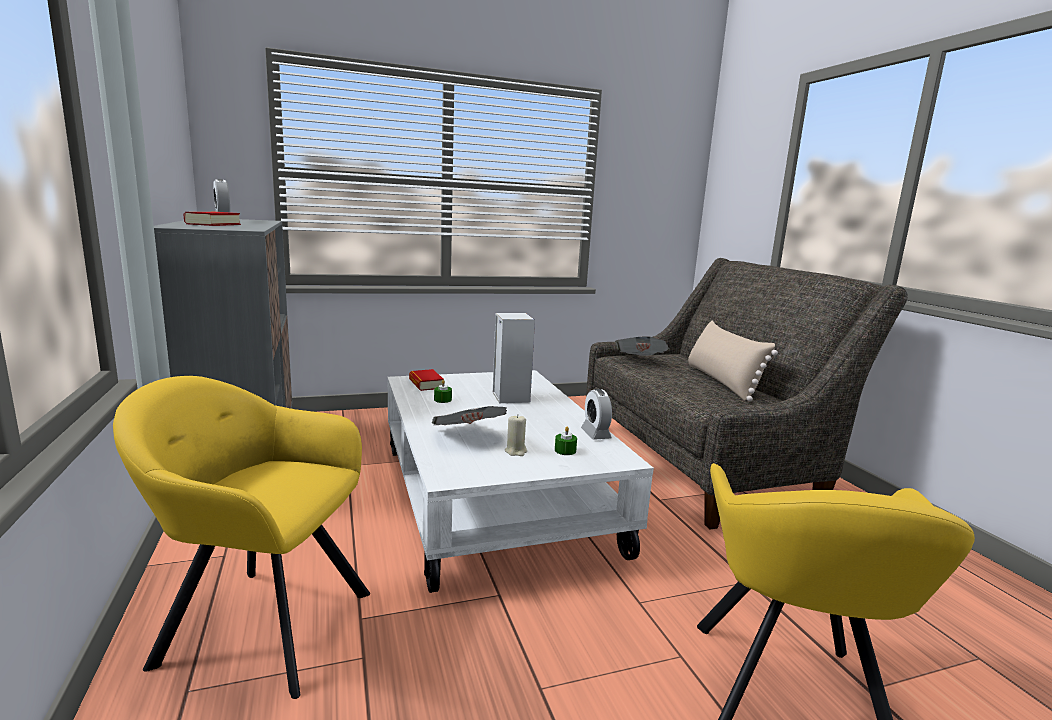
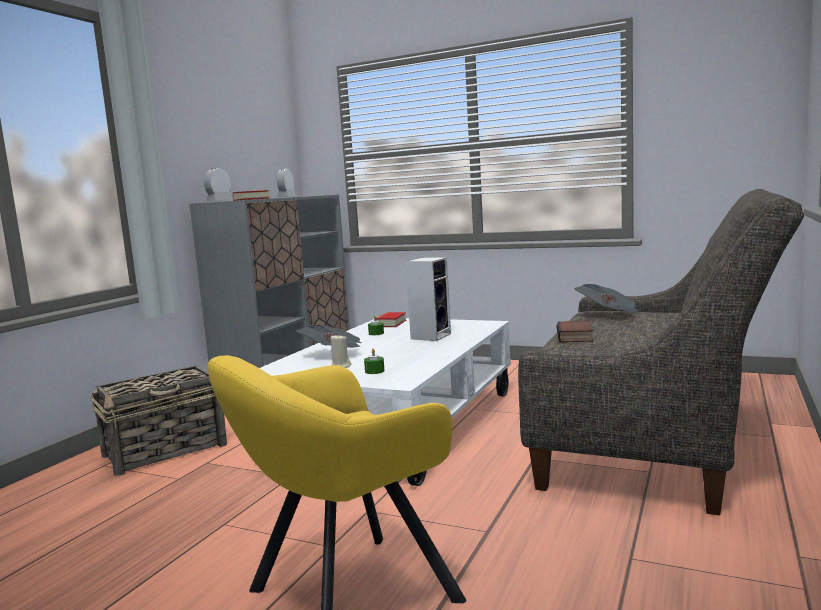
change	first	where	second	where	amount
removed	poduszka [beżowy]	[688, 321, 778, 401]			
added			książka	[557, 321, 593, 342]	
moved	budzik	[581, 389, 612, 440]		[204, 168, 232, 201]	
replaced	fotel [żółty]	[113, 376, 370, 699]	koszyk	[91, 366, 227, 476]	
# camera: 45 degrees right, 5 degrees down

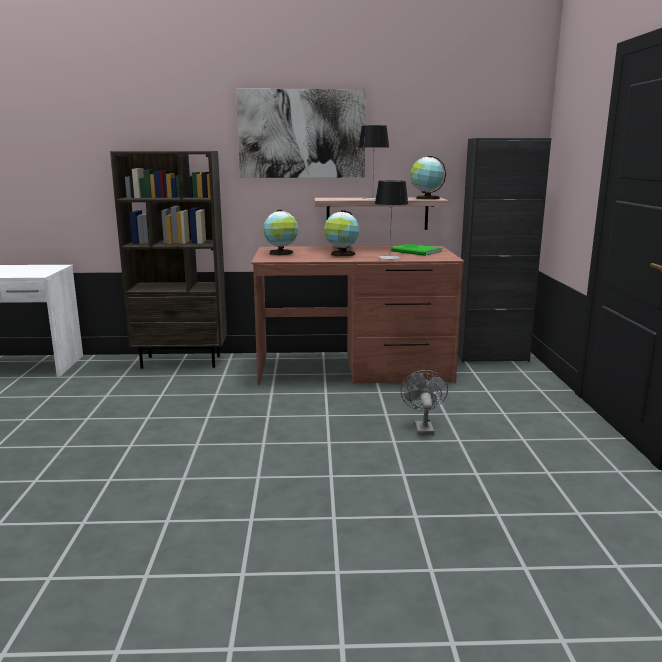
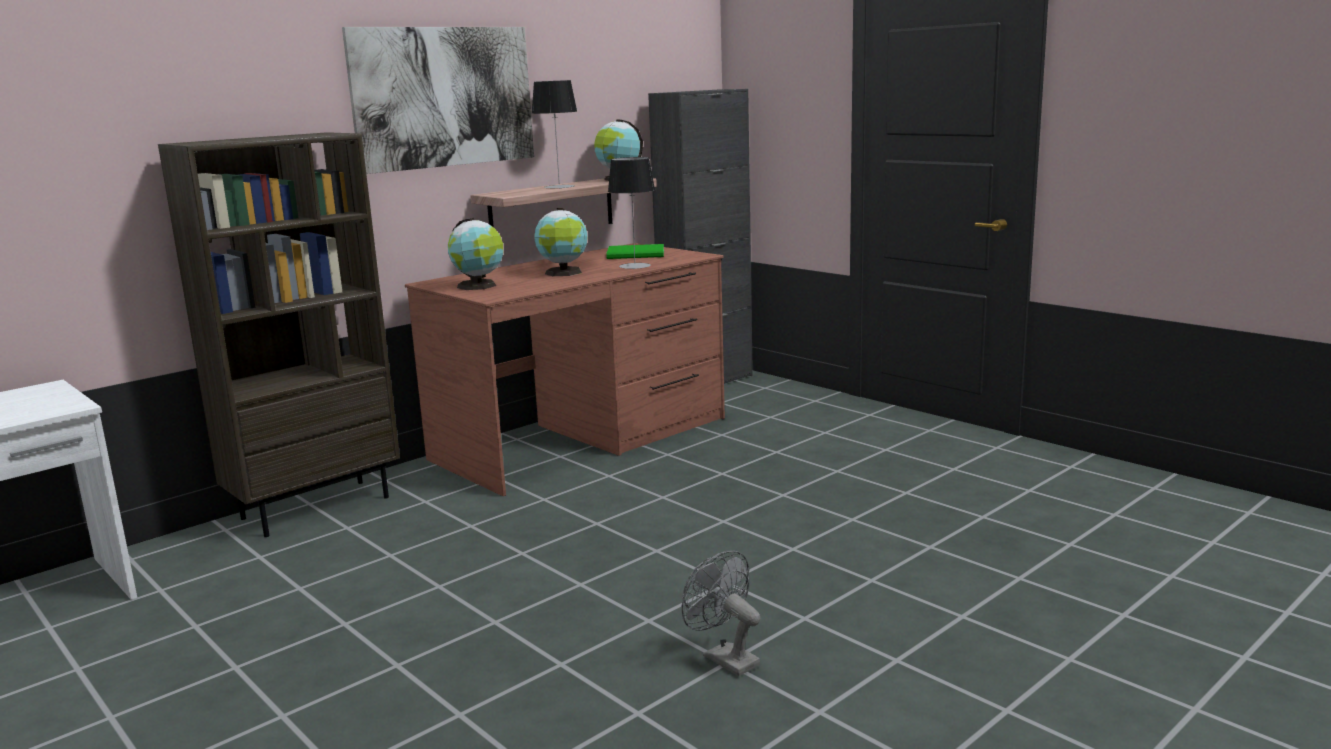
change	first	where	second	where	amount
moved	wentylator [szary]	[401, 370, 448, 435]		[682, 551, 761, 676]	
# camera: 40 degrees left, 0 degrees up

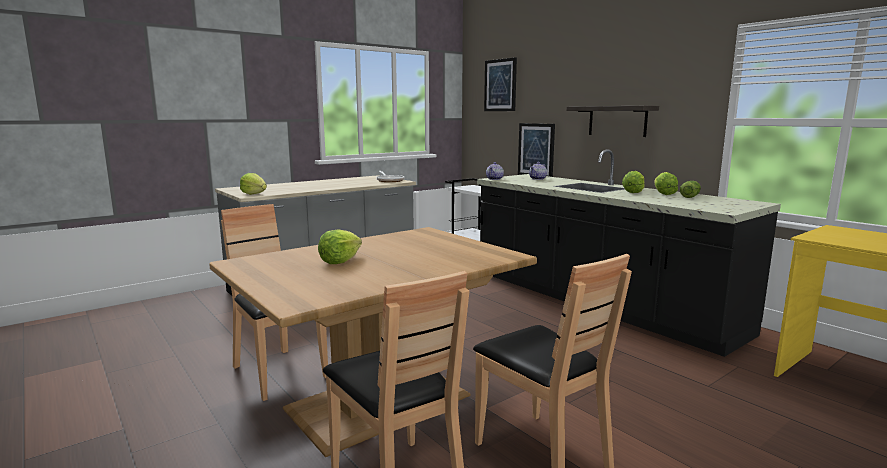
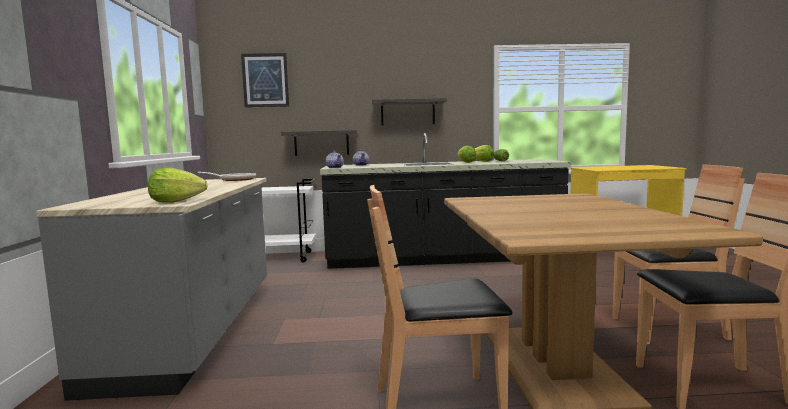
change	first	where	second	where	amount
removed	sałata	[318, 229, 362, 264]			
replaced	obraz	[518, 123, 555, 177]	półka	[281, 130, 357, 156]	
# camera: 55 degrees left, 5 degrees down

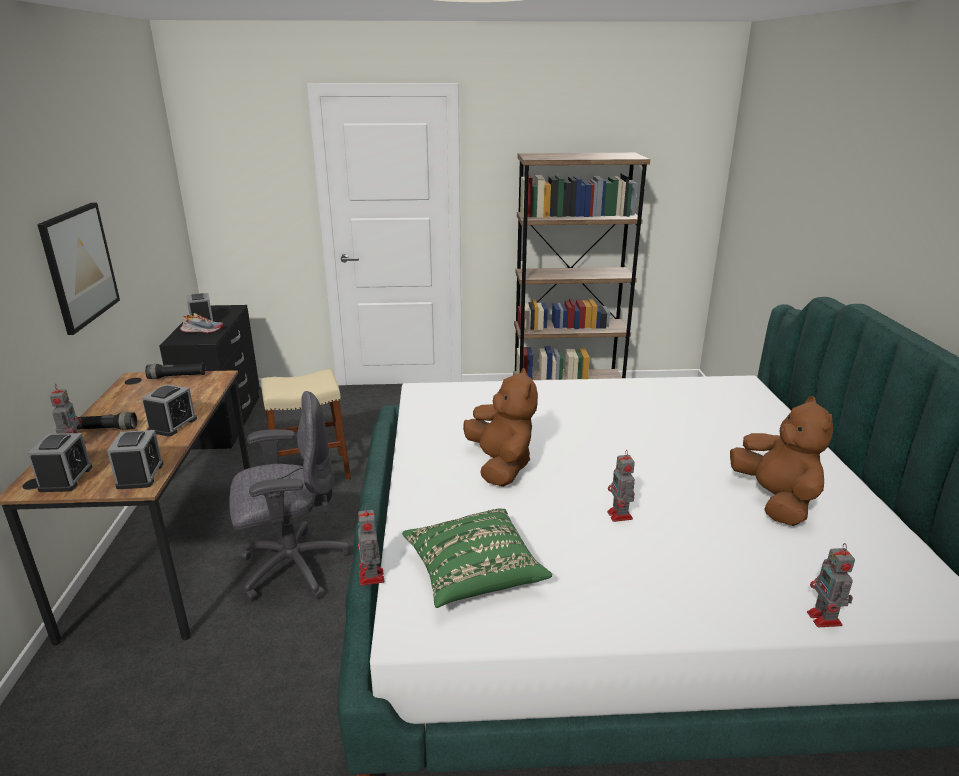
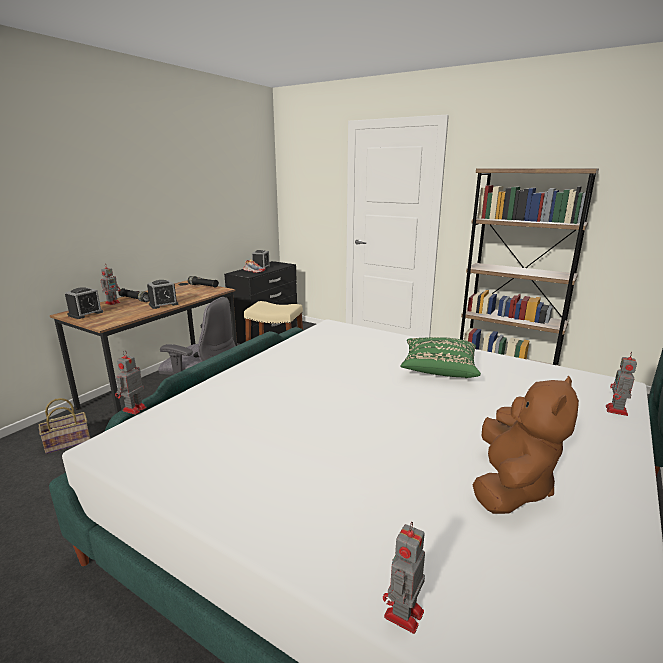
change	first	where	second	where	amount
removed	obraz	[37, 202, 120, 335]			
removed	budzik	[107, 430, 163, 489]			
removed	pluszak [brązowy]	[463, 368, 538, 487]			
added			koszyk	[39, 398, 90, 454]	
moved	poduszka [zielony]	[402, 508, 552, 608]		[400, 337, 481, 378]	
moved	robot zabawkowy	[607, 450, 635, 522]		[606, 352, 637, 416]	
# camera: 35 degrees right, 5 degrees down

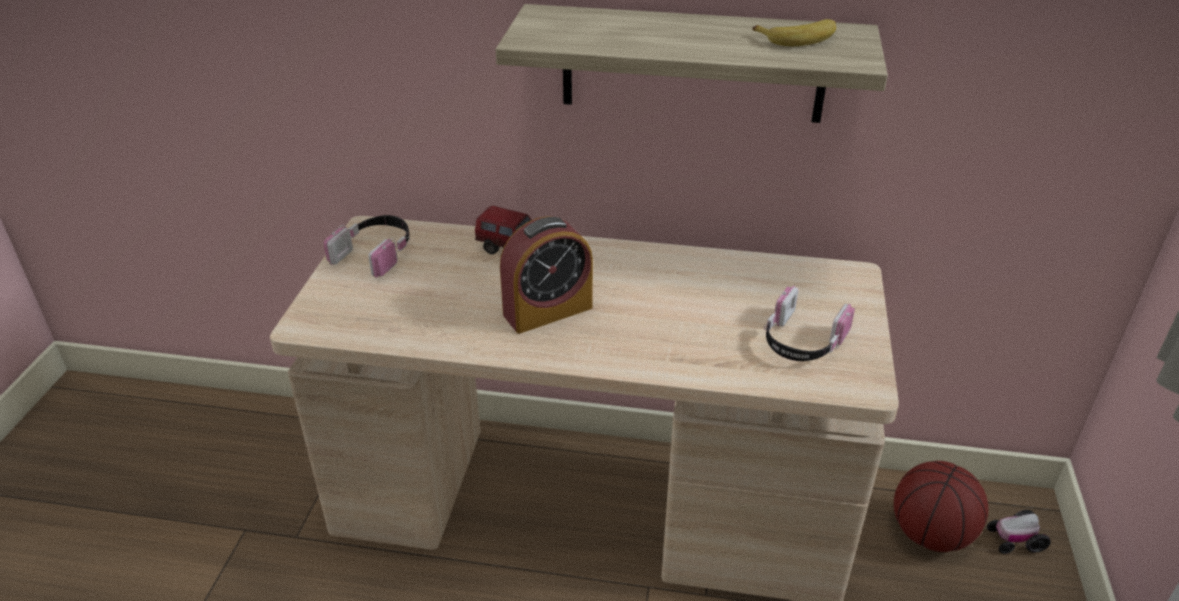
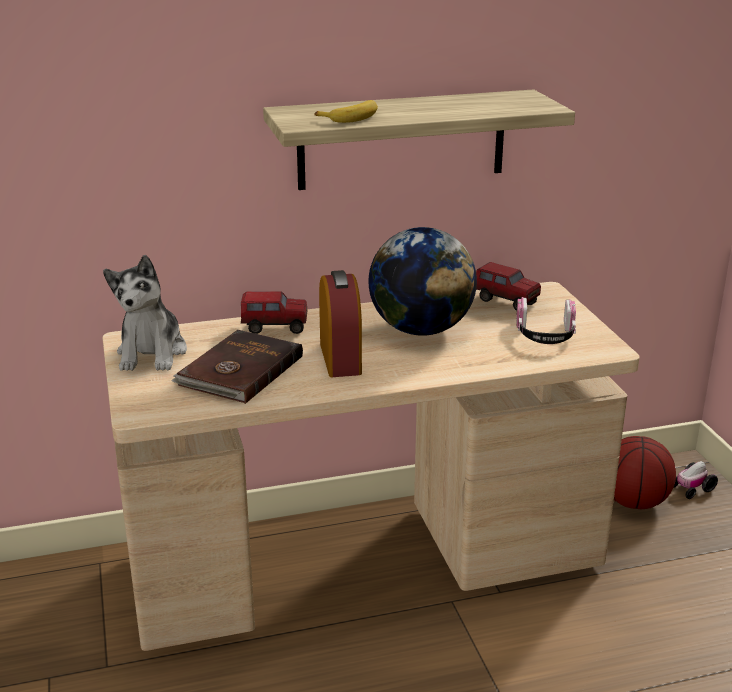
change	first	where	second	where	amount
added			książka [brązowy]	[171, 330, 303, 404]	
added			globus	[368, 227, 477, 336]	
added			ciężarówka zabawkowa	[476, 262, 541, 311]	
moved	banan	[752, 19, 836, 46]		[314, 100, 378, 123]	
replaced	słuchawki	[324, 215, 410, 278]	pluszak	[103, 255, 187, 371]	
turned	budzik	[500, 216, 593, 333]		[319, 270, 362, 377]	45 degrees counterclockwise
# camera: 25 degrees left, 10 degrees down

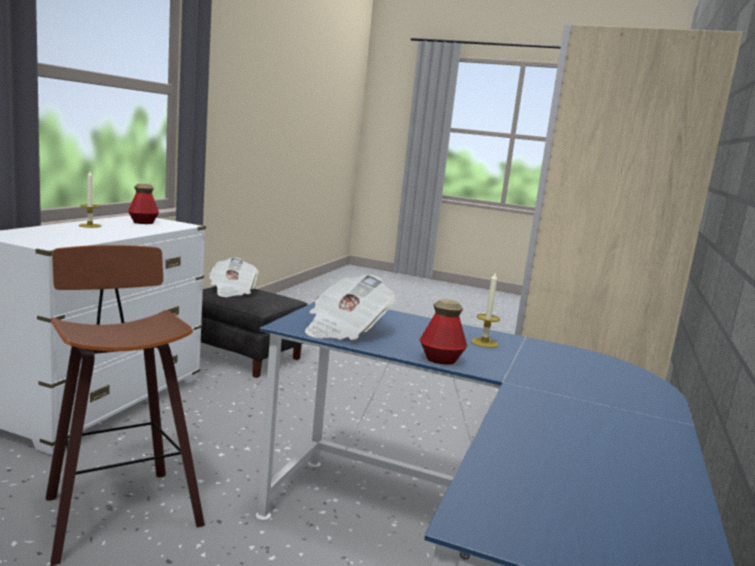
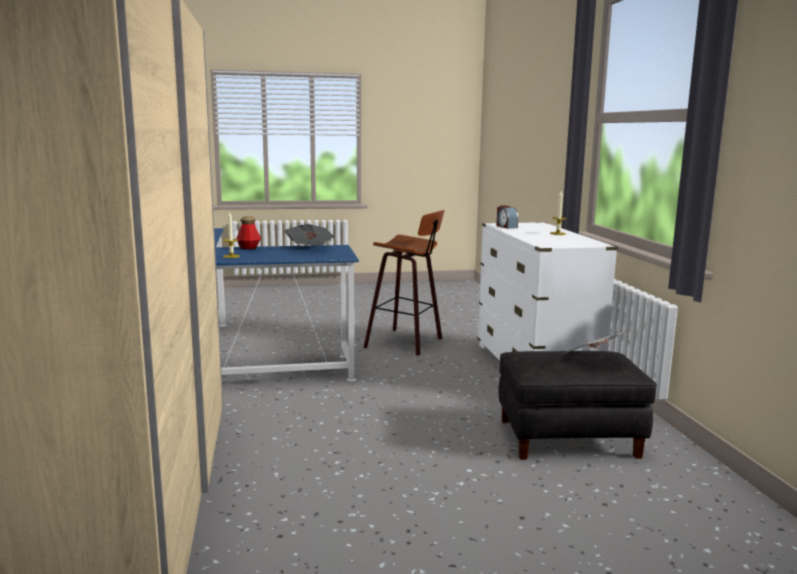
change	first	where	second	where	amount
removed	butelka	[128, 184, 159, 224]			
added			budzik	[497, 205, 518, 229]	
# camera: 150 degrees right, 0 degrees up

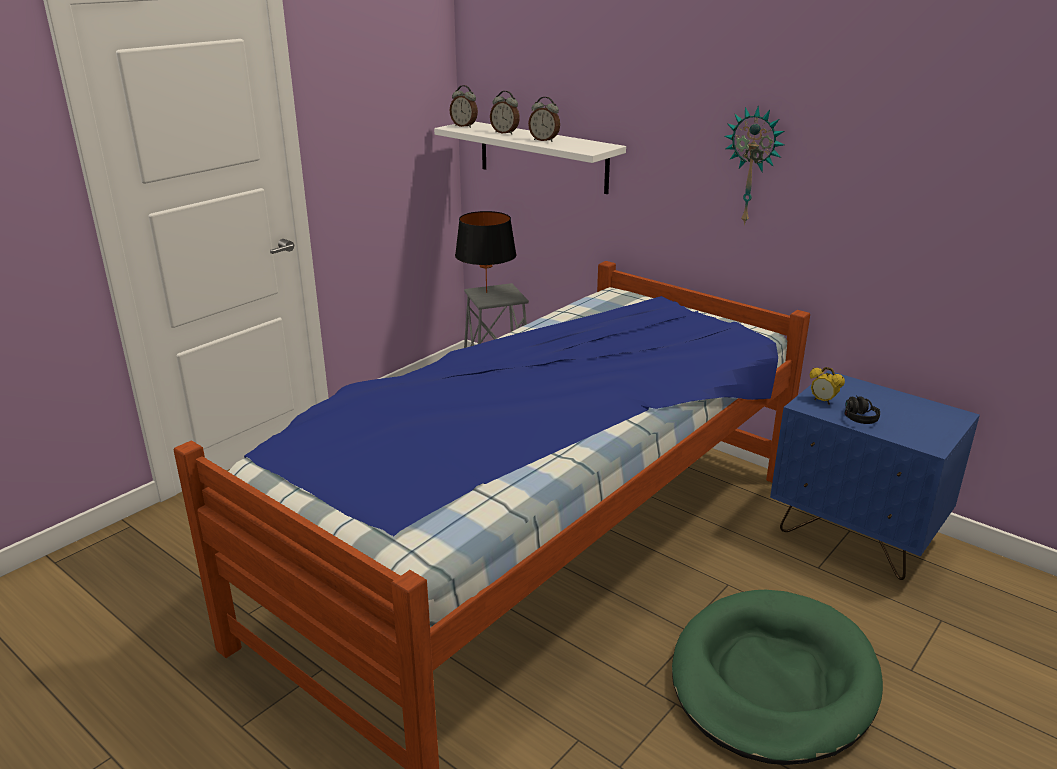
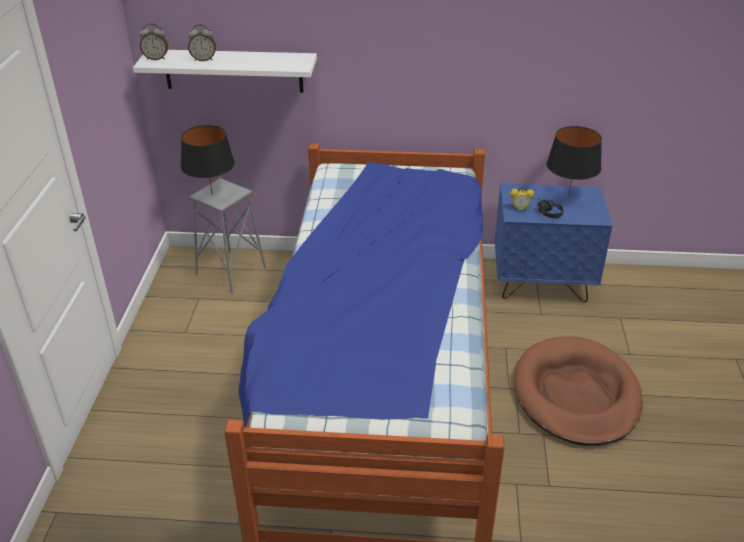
change	first	where	second	where	amount
removed	budzik	[528, 97, 560, 142]			
removed	zegar ścienny	[724, 106, 785, 225]			
added			lampa stołowa [czarny]	[546, 126, 602, 195]	
recoloured	legowisko [zielony]	[672, 590, 883, 765]	legowisko [brązowy]	[514, 336, 643, 446]	
# camera: 35 degrees left, 10 degrees up

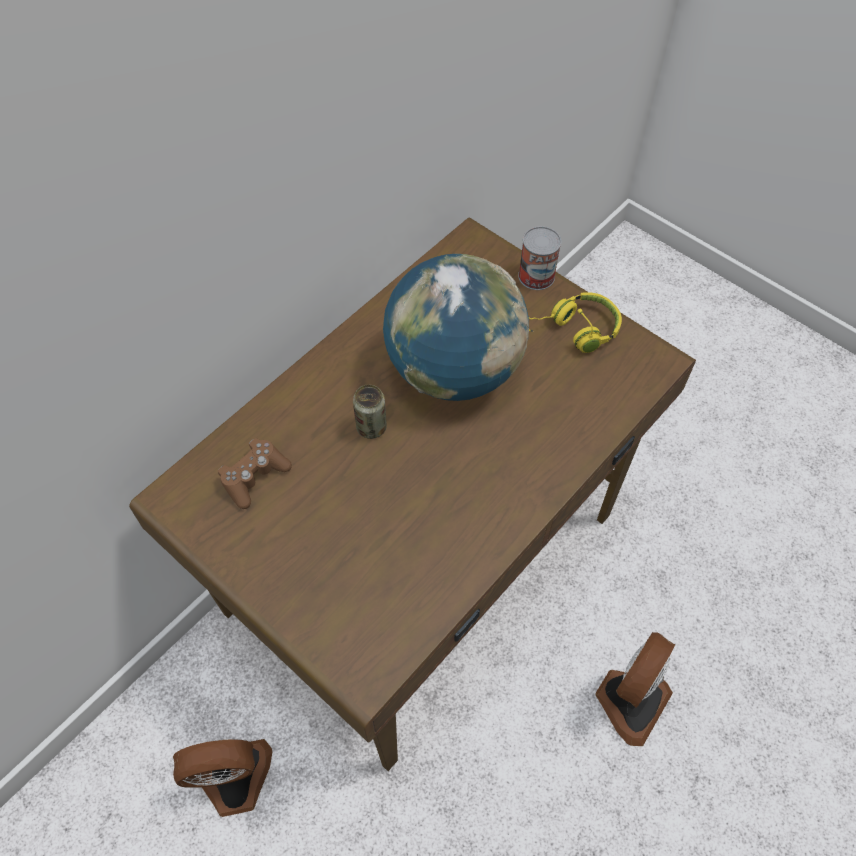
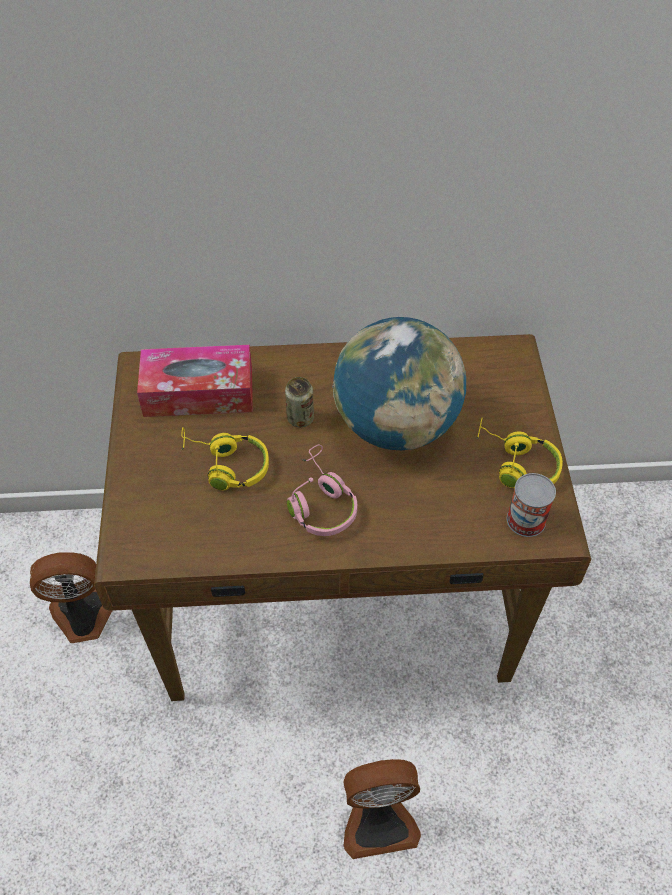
change	first	where	second	where	amount
added			słuchawki [żółty]	[181, 427, 269, 490]	
added			słuchawki [różowy]	[287, 445, 357, 536]	
moved	puszka	[518, 226, 561, 290]		[507, 473, 556, 537]	
replaced	pad do gier [brązowy]	[218, 438, 292, 509]	pudełko chusteczek	[137, 345, 253, 417]	
turned	wentylator	[173, 739, 272, 817]		[30, 552, 112, 643]	45 degrees counterclockwise
# camera: 45 degrees right, 5 degrees down

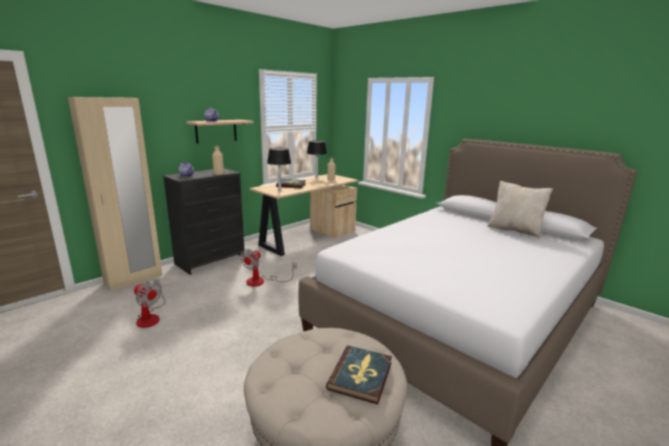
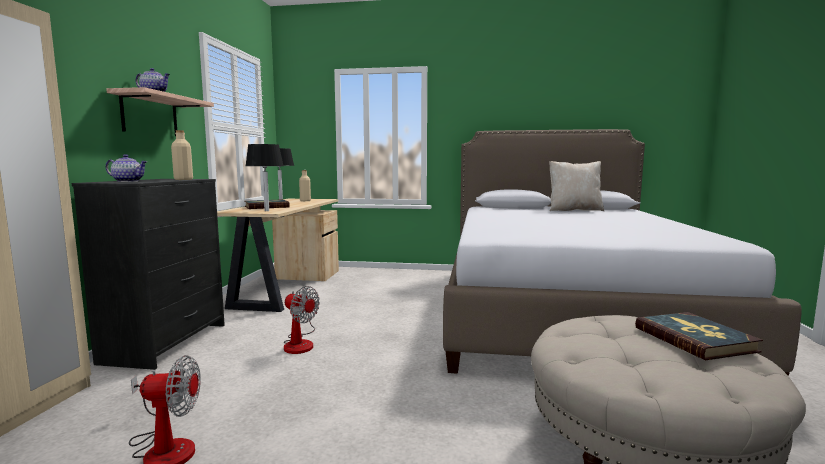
change	first	where	second	where	amount
turned	wentylator	[240, 249, 297, 286]		[284, 286, 320, 354]	45 degrees counterclockwise
# camera: 35 degrees left, 10 degrees down

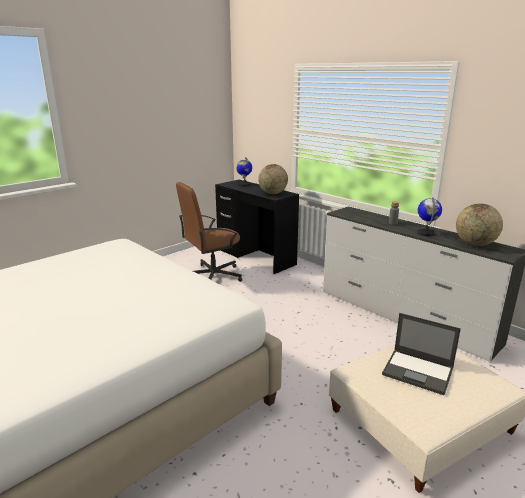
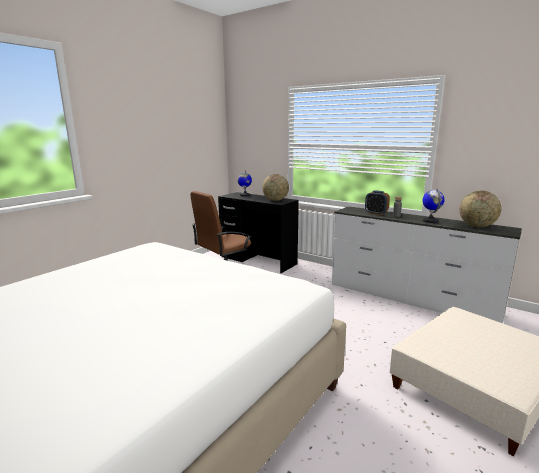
change	first	where	second	where	amount
removed	laptop	[382, 313, 461, 395]			
added			budzik	[365, 190, 390, 215]	
# camera: 10 degrees left, 5 degrees down

